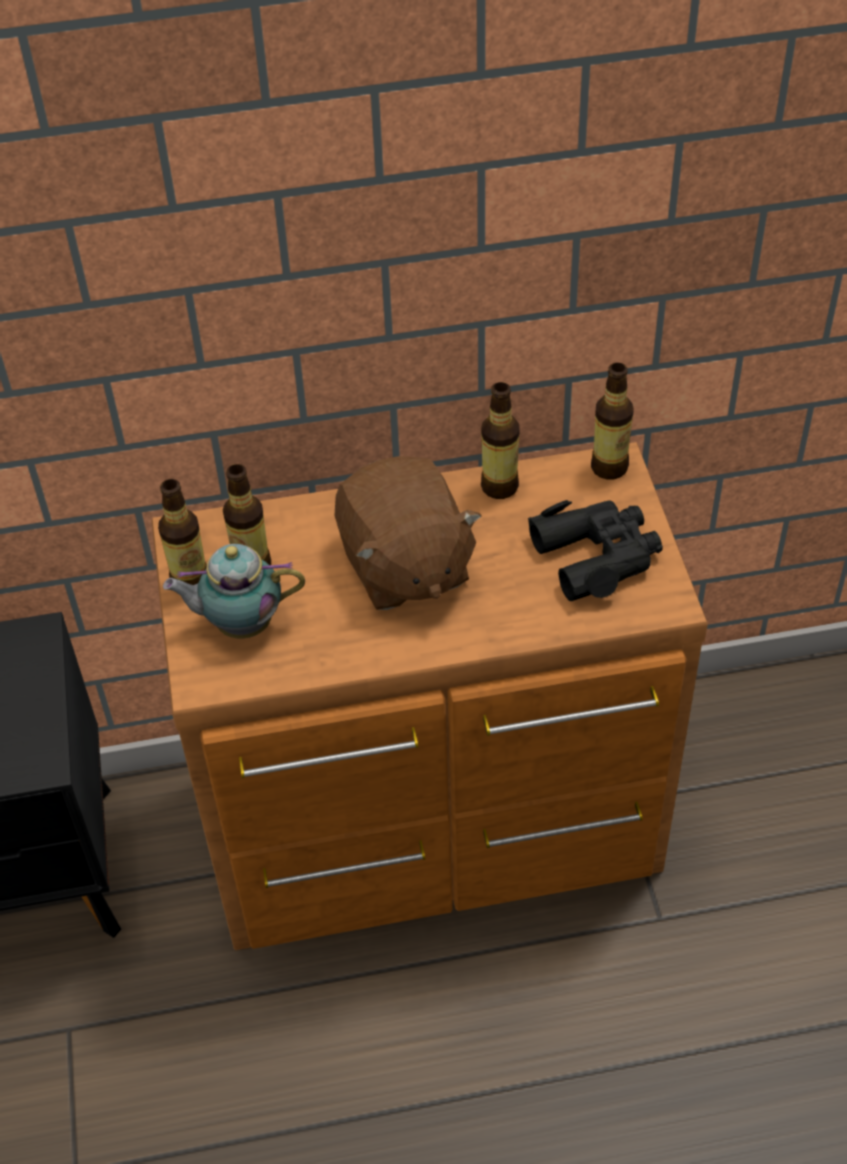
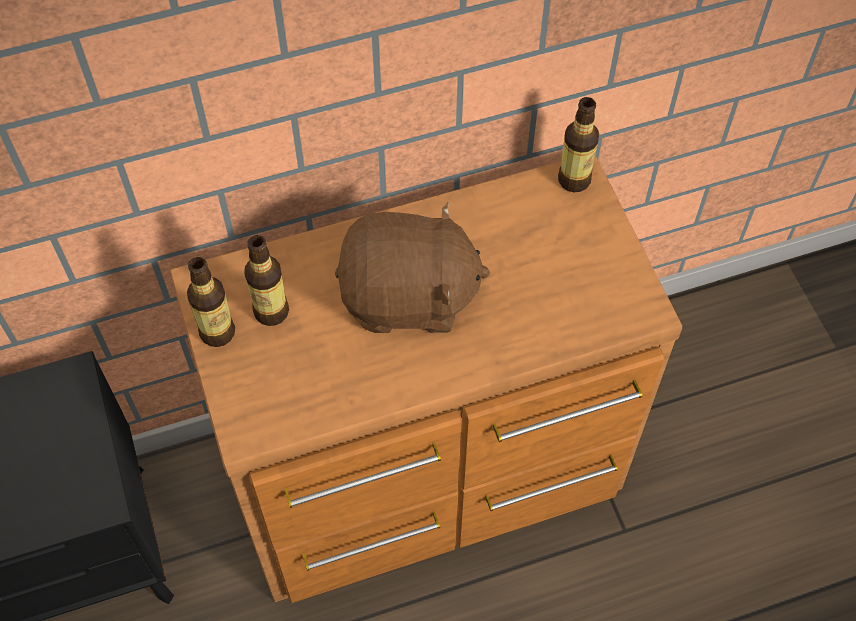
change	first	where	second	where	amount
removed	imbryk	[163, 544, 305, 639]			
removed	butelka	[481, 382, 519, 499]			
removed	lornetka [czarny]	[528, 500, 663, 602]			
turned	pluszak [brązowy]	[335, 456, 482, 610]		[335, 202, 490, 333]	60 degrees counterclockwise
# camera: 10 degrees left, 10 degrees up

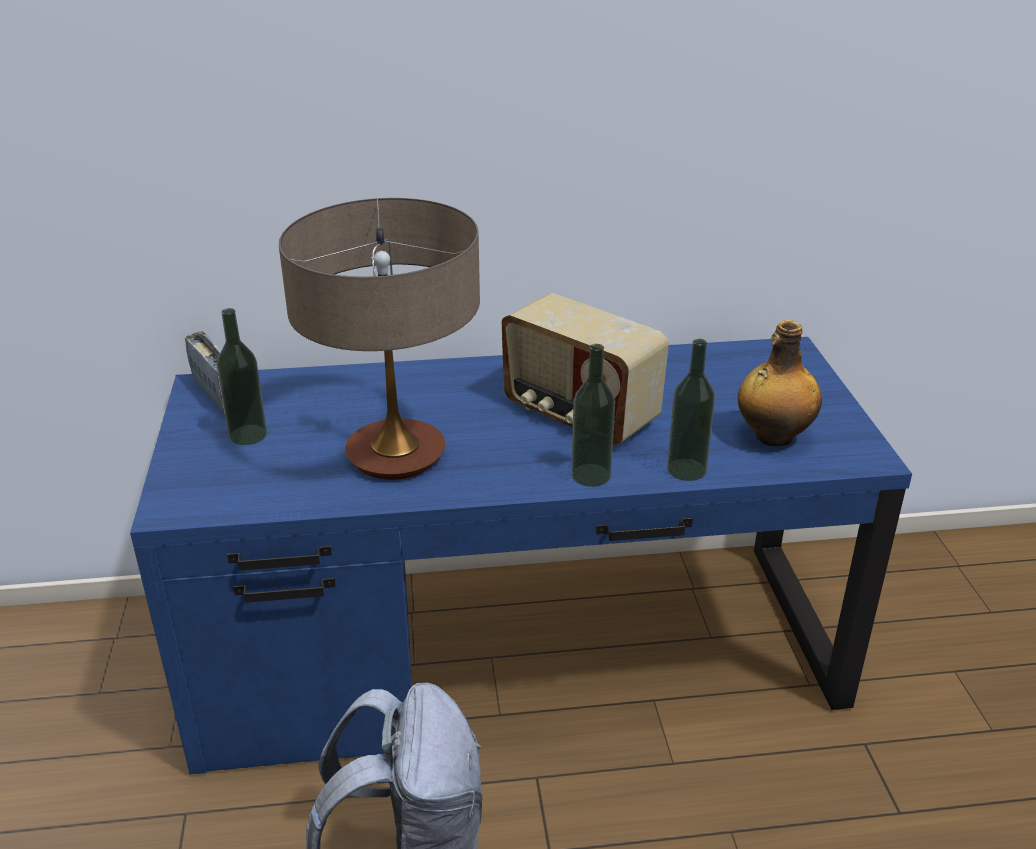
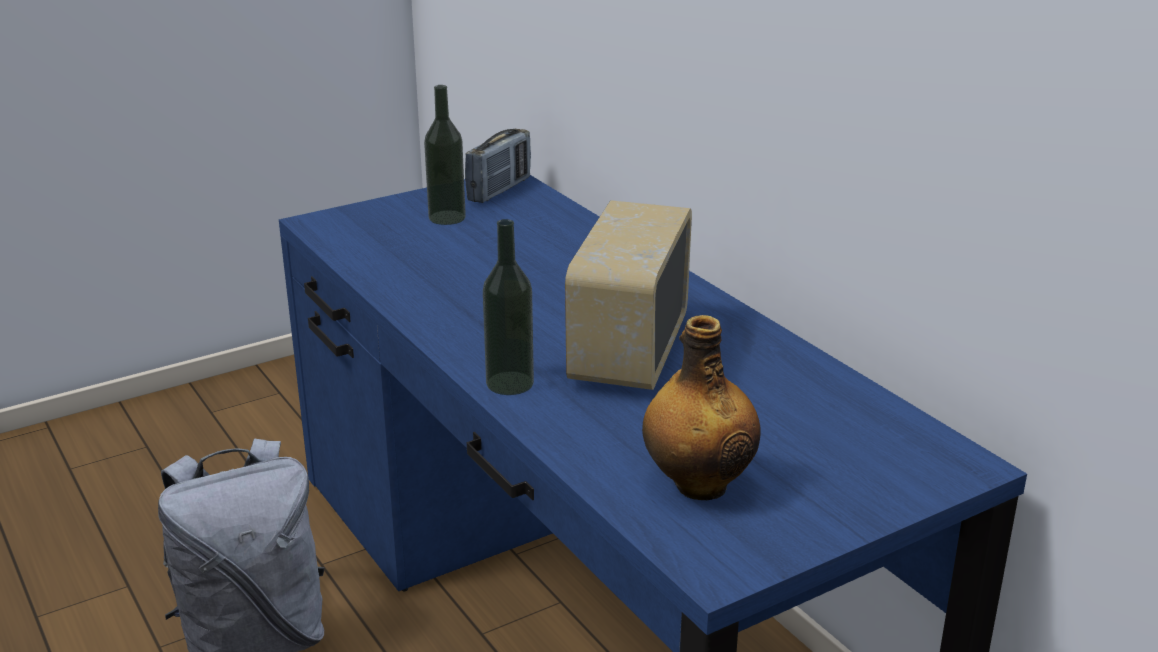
change	first	where	second	where	amount
removed	lampa stołowa	[279, 198, 480, 480]			
removed	butelka	[667, 339, 715, 481]			
# camera: 65 degrees right, 5 degrees down

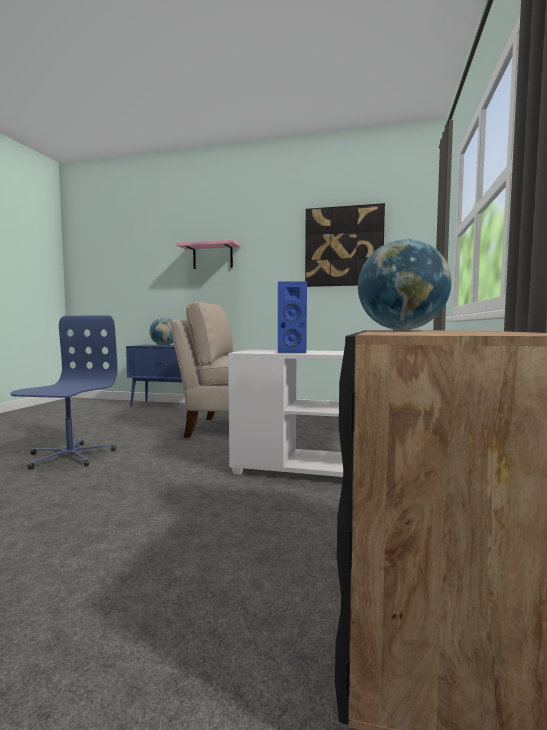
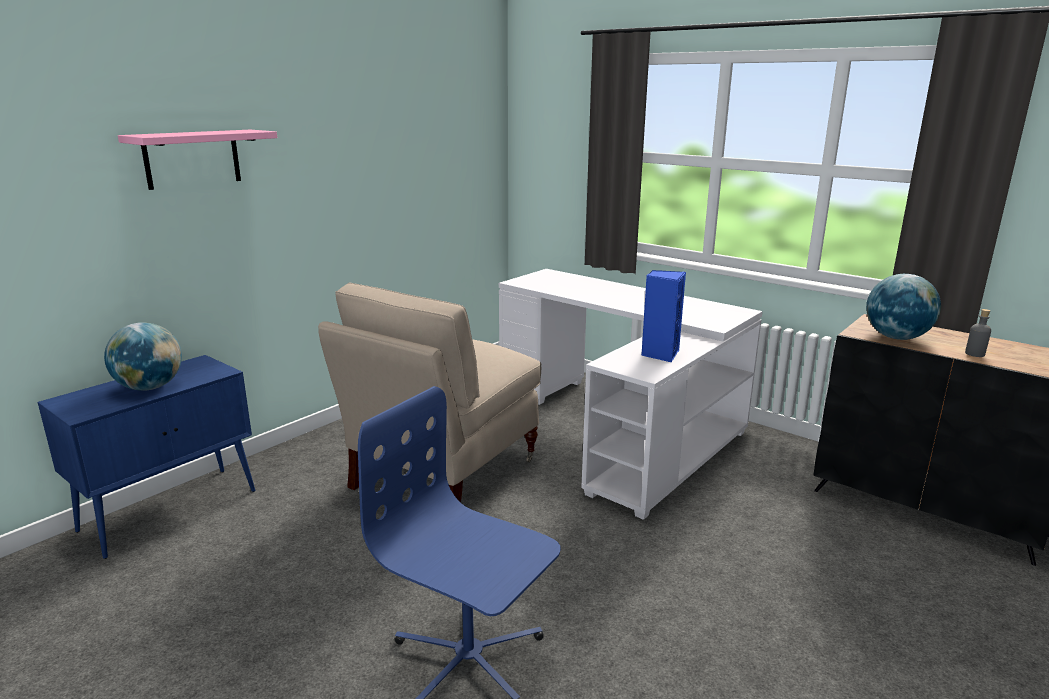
change	first	where	second	where	amount
removed	obraz	[305, 203, 385, 287]			
added			butelka [szary]	[965, 309, 991, 357]	
# camera: 65 degrees left, 15 degrees up

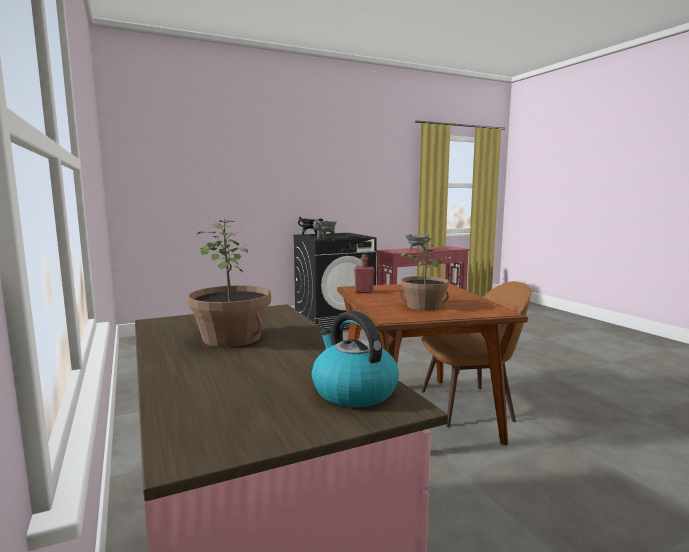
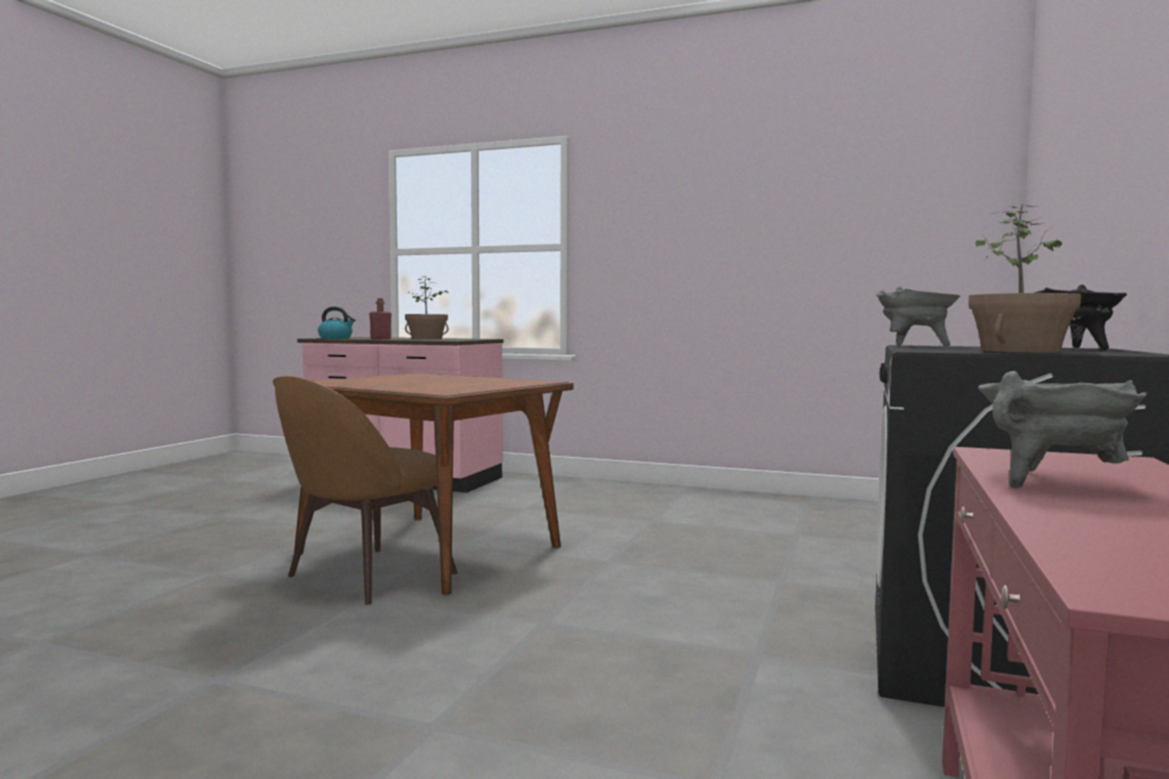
change	first	where	second	where	amount
moved	butelka [czerwony]	[354, 254, 375, 293]		[369, 298, 392, 339]	
moved	roślina doniczkowa	[400, 238, 449, 311]		[968, 204, 1081, 353]	
# camera: 135 degrees right, 5 degrees down

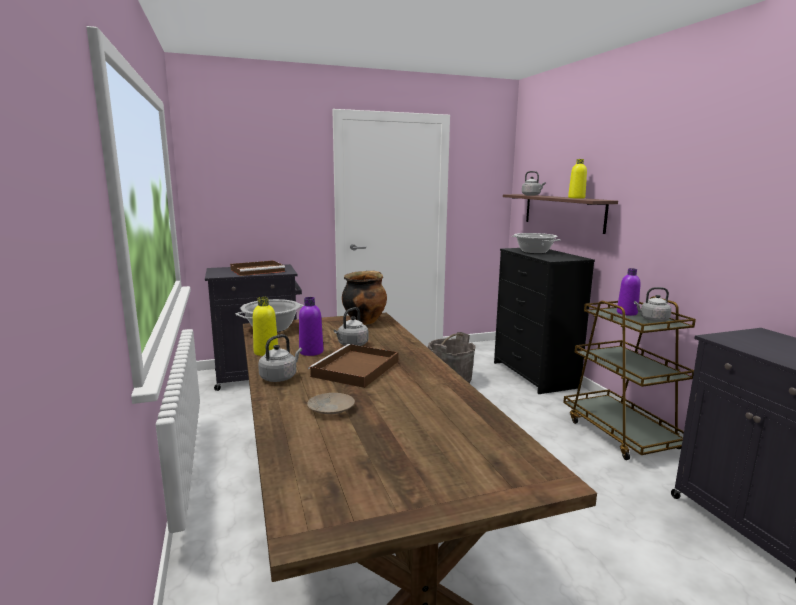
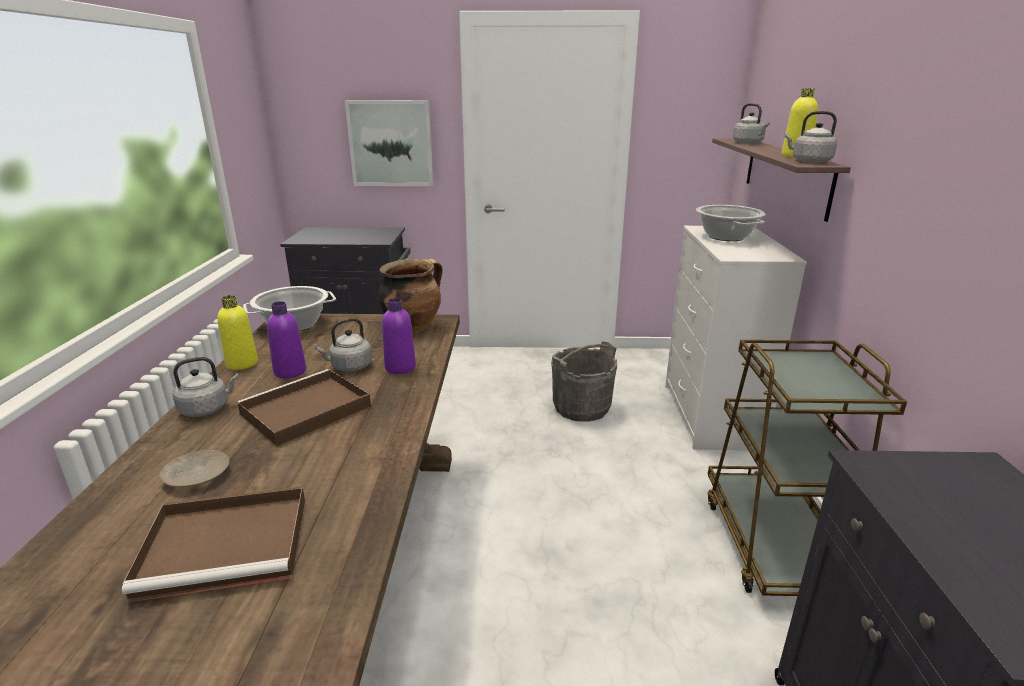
change	first	where	second	where	amount
added			obraz	[345, 100, 434, 186]	
moved	taca [brązowy]	[230, 260, 285, 276]		[122, 487, 305, 602]	
moved	butelka [fioletowy]	[617, 268, 641, 316]		[382, 298, 416, 374]	
moved	czajnik [szary]	[634, 287, 672, 322]		[784, 111, 837, 163]	
recoloured	komoda [czarny]	[494, 248, 595, 394]	komoda [biały]	[665, 226, 807, 450]	
# camera: 20 degrees right, 10 degrees up

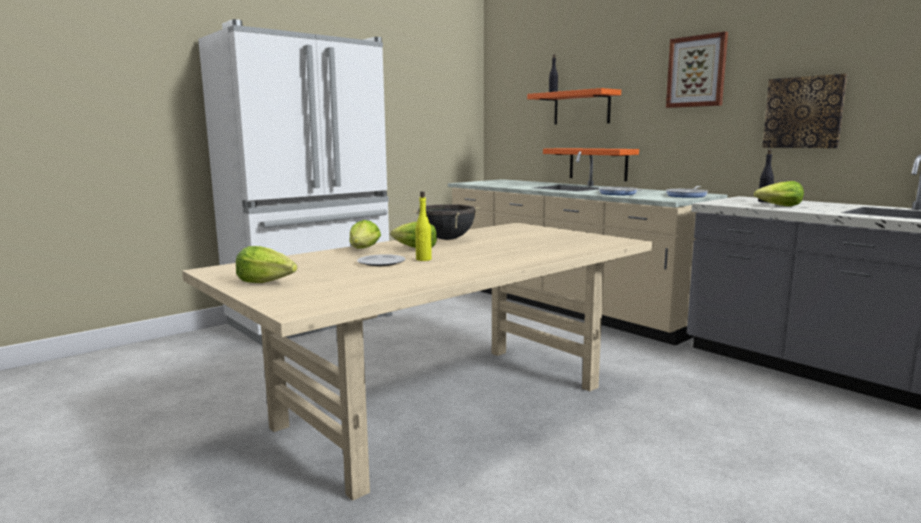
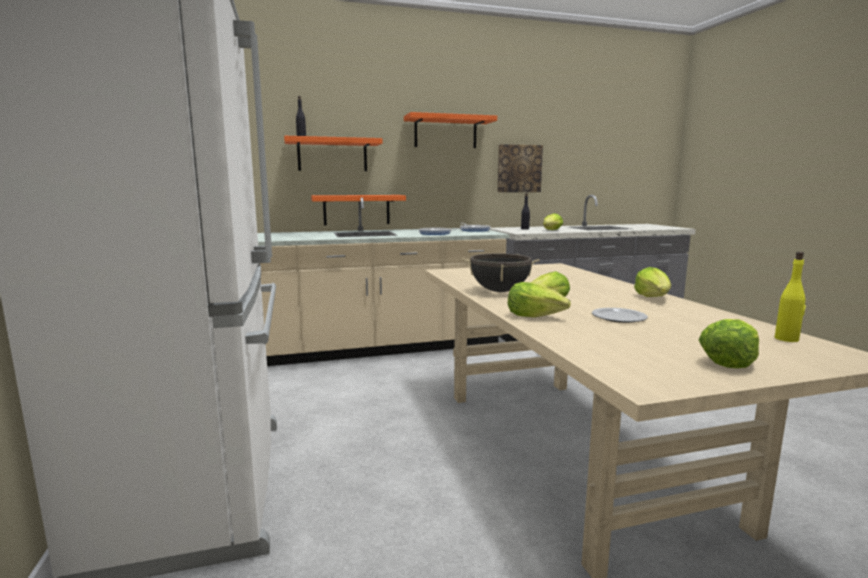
change	first	where	second	where	amount
added			sałata	[634, 267, 671, 297]	
moved	butelka [żółty]	[415, 191, 432, 261]		[775, 252, 806, 342]	
replaced	obraz	[666, 32, 728, 108]	półka [pomarańczowy]	[404, 112, 497, 148]	
# camera: 65 degrees left, 0 degrees up

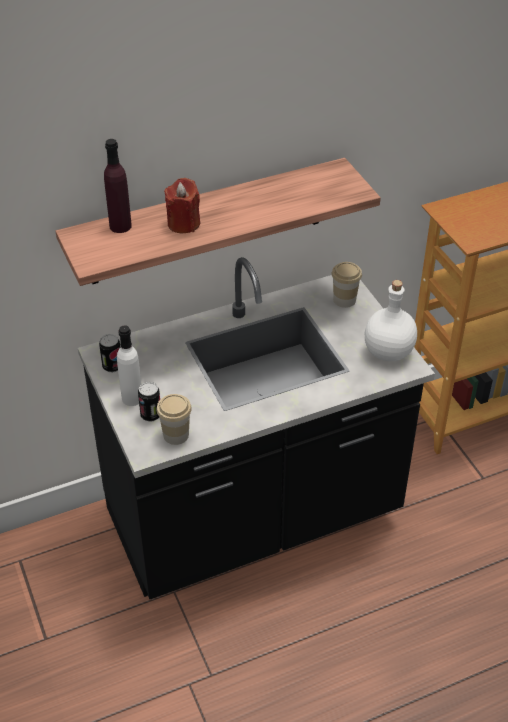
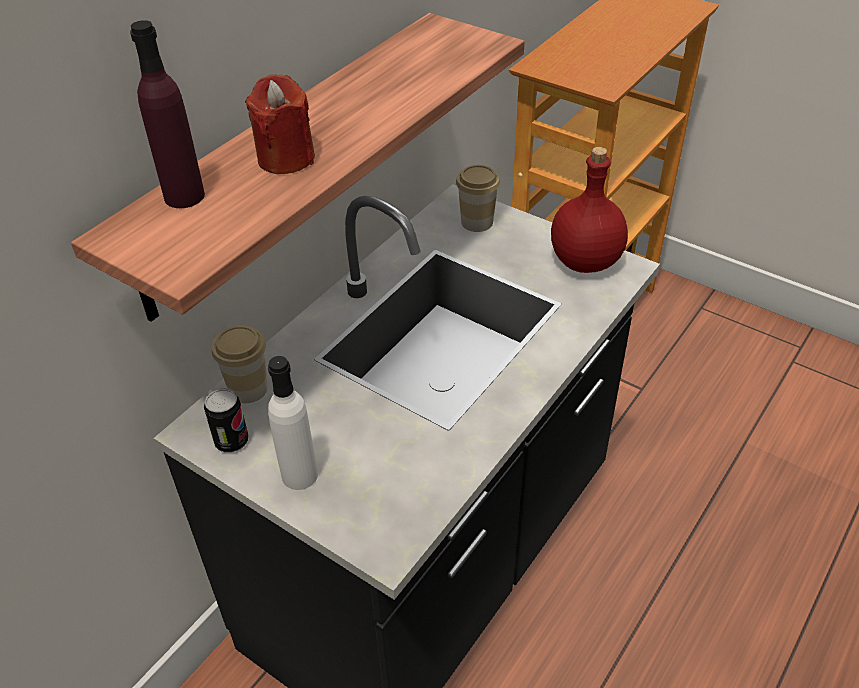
change	first	where	second	where	amount
removed	puszka	[138, 382, 160, 422]			
moved	filiżanka	[157, 394, 192, 445]		[212, 325, 268, 403]	
recoloured	butelka [biały]	[365, 280, 417, 361]	butelka [czerwony]	[551, 147, 628, 273]	
# camera: 30 degrees left, 0 degrees up

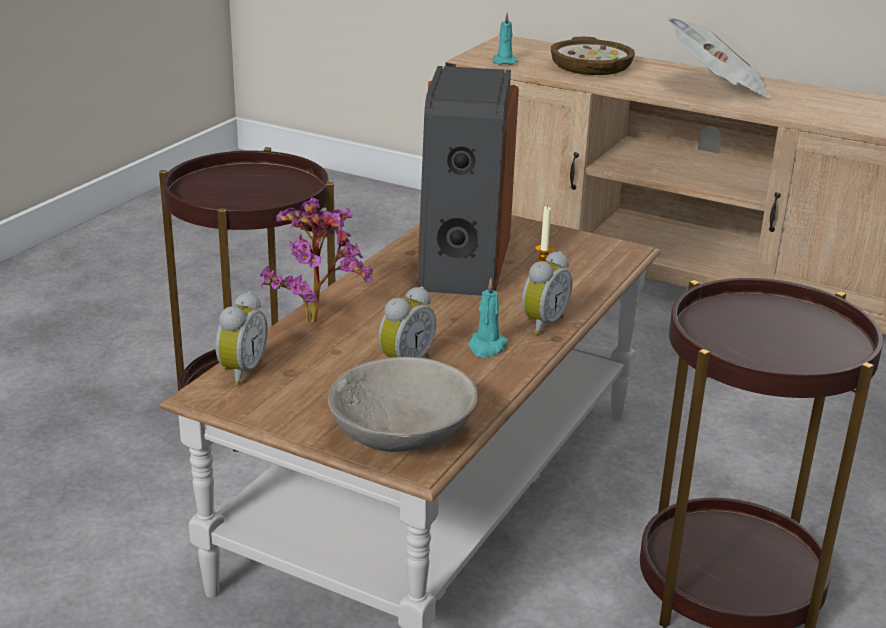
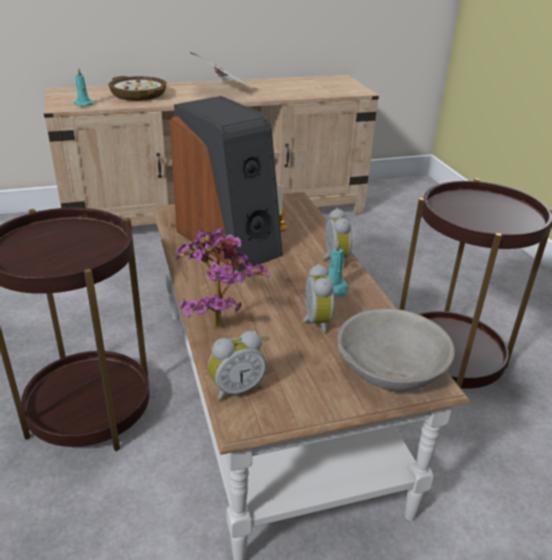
change	first	where	second	where	amount
turned	budzik	[215, 292, 268, 385]		[208, 331, 267, 402]	90 degrees clockwise
# camera: 45 degrees left, 5 degrees up

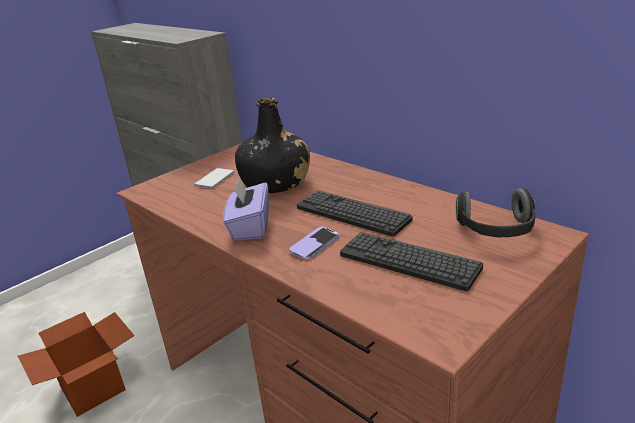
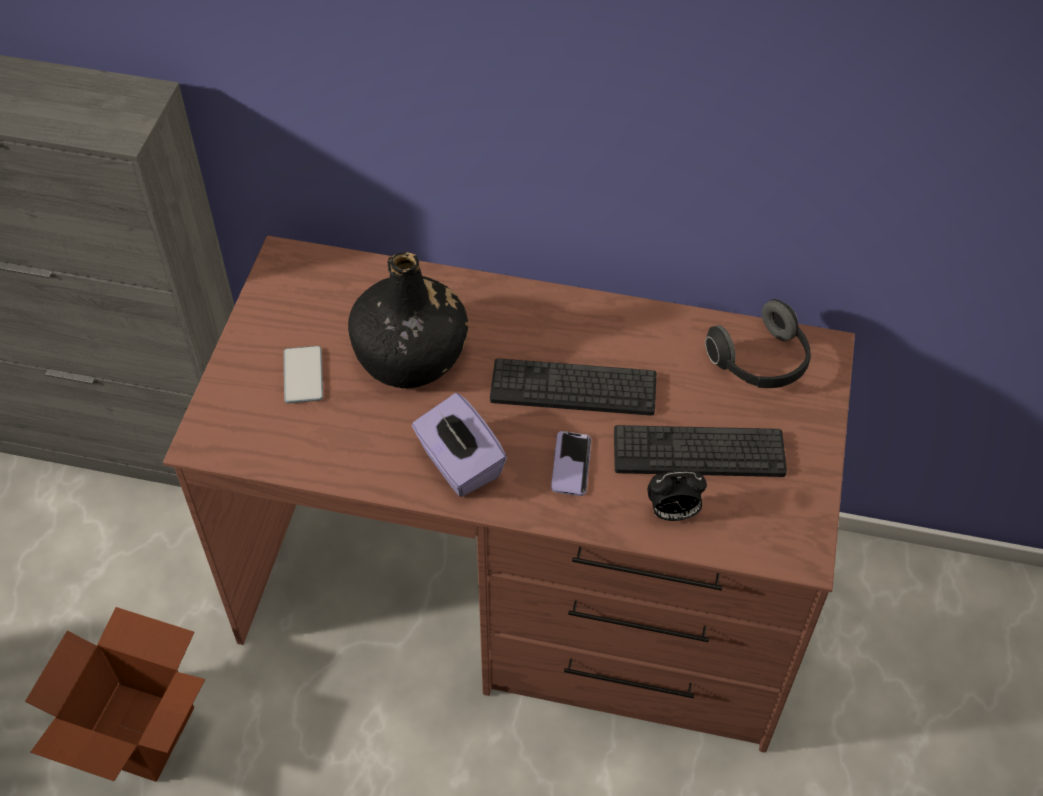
change	first	where	second	where	amount
added			budzik	[647, 471, 707, 521]	
# camera: 35 degrees left, 25 degrees up

